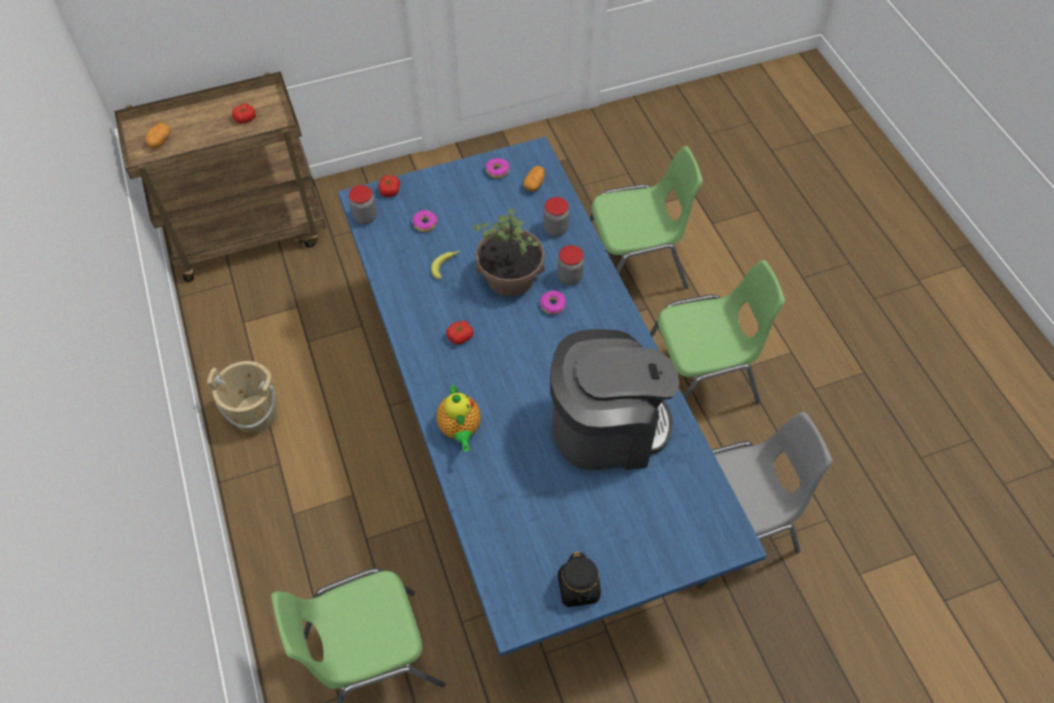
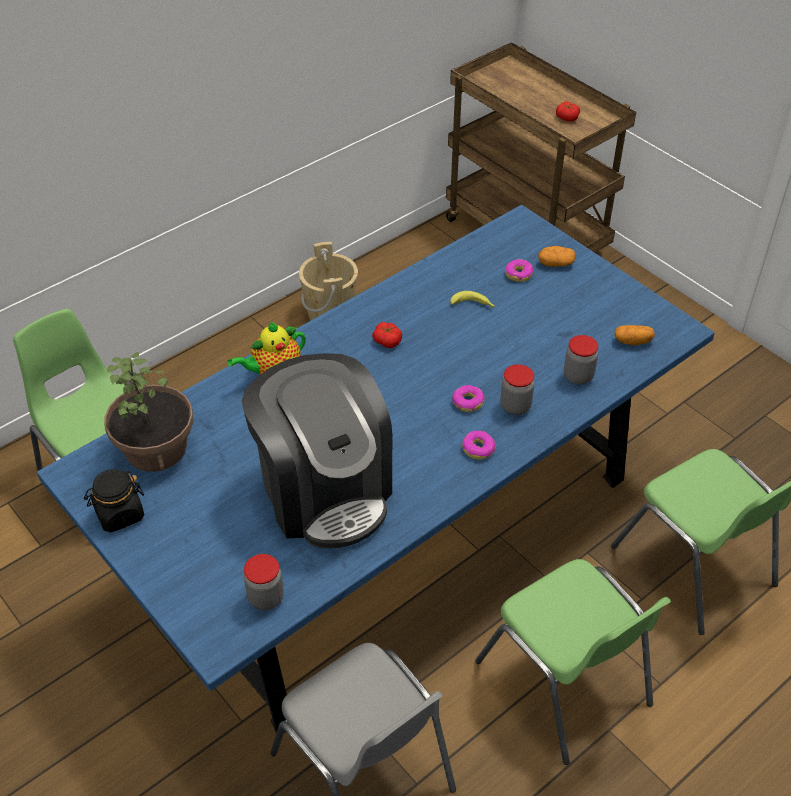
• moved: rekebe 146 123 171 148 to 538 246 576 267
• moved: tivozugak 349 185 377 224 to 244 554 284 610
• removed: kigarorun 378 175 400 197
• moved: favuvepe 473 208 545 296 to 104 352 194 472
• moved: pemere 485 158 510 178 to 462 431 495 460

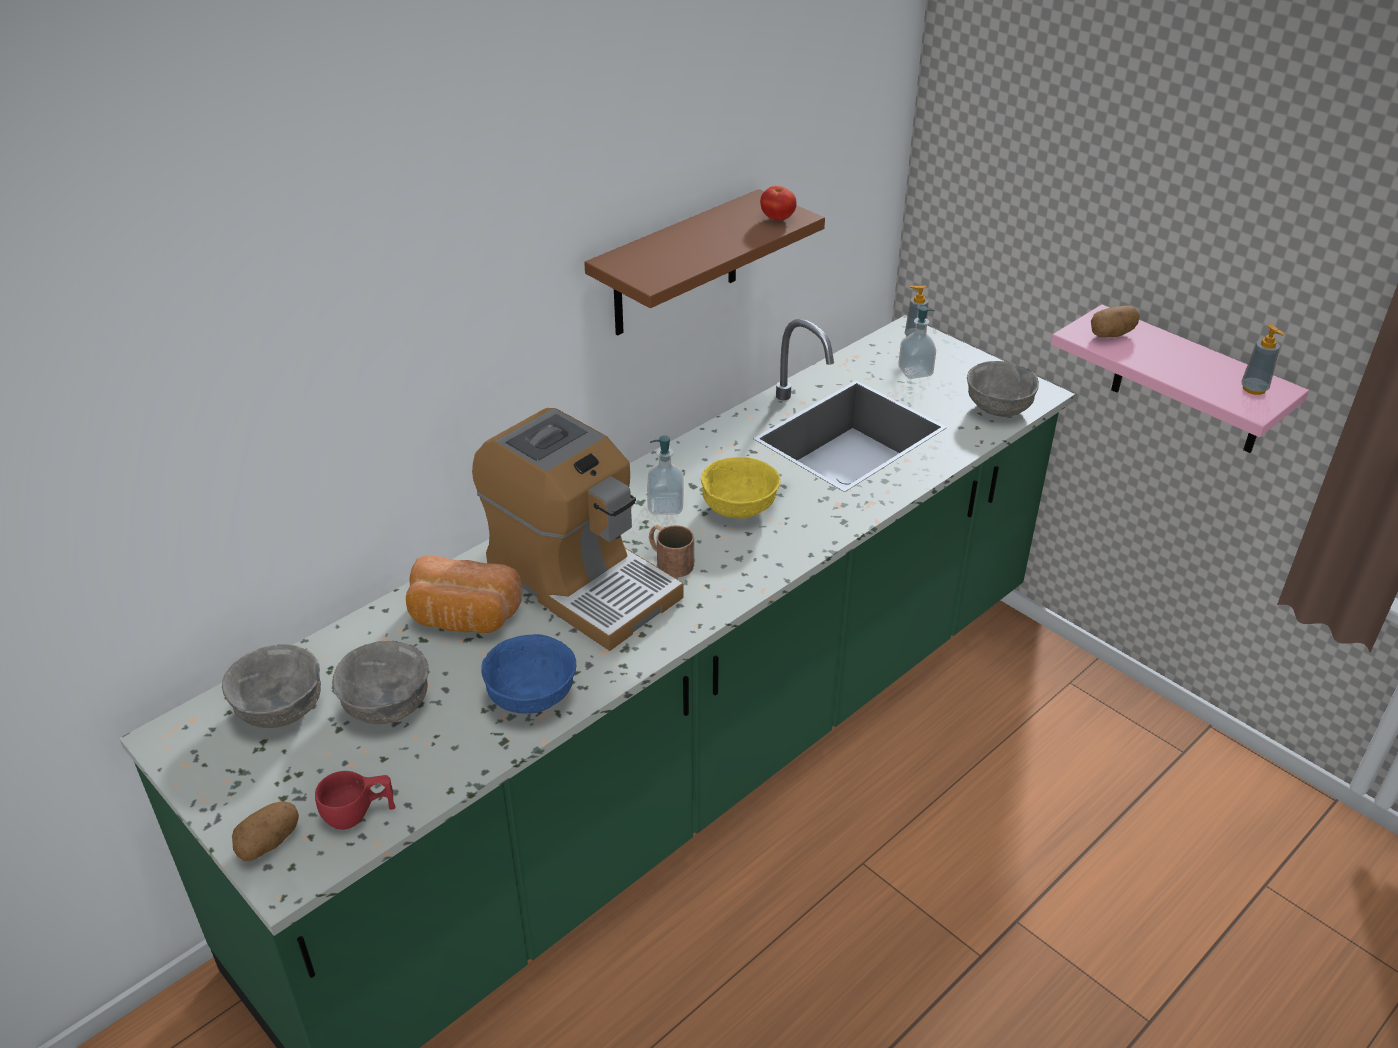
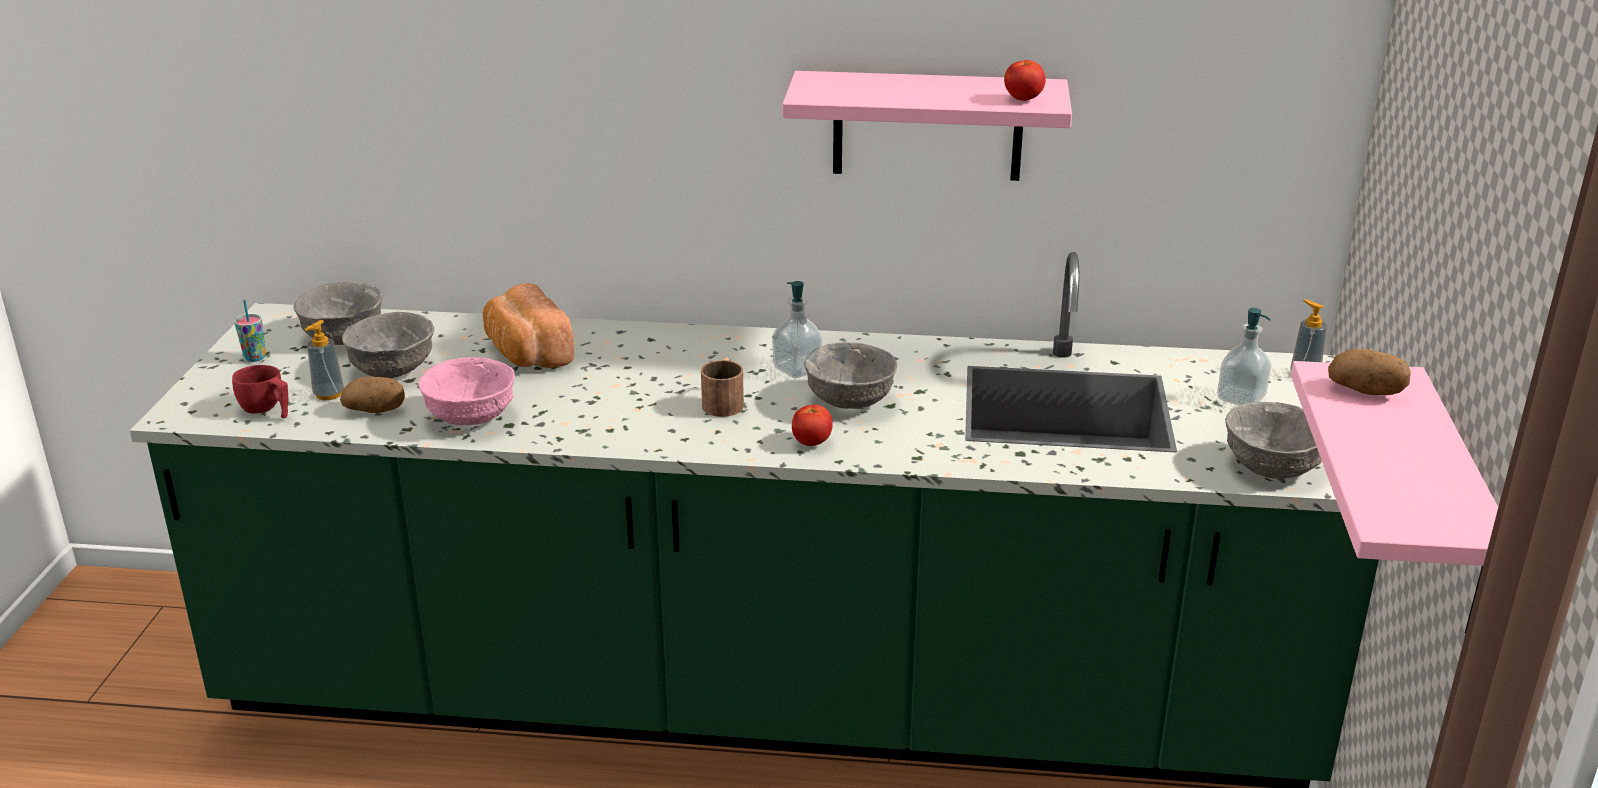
• moved: rekebe 232 801 299 862 to 340 377 405 413
• removed: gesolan 472 408 683 651
• recoloured: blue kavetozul 481 634 576 714 to pink kavetozul 418 357 515 425
• recoloured: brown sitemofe 584 189 825 336 to pink sitemofe 782 71 1072 181
• recoloured: yellow kavetozul 701 457 781 518 to grey kavetozul 804 342 897 409
• moved: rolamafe 1241 324 1284 395 to 304 320 344 400
• added: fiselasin 234 300 266 362
• added: kigarorun 792 405 833 446

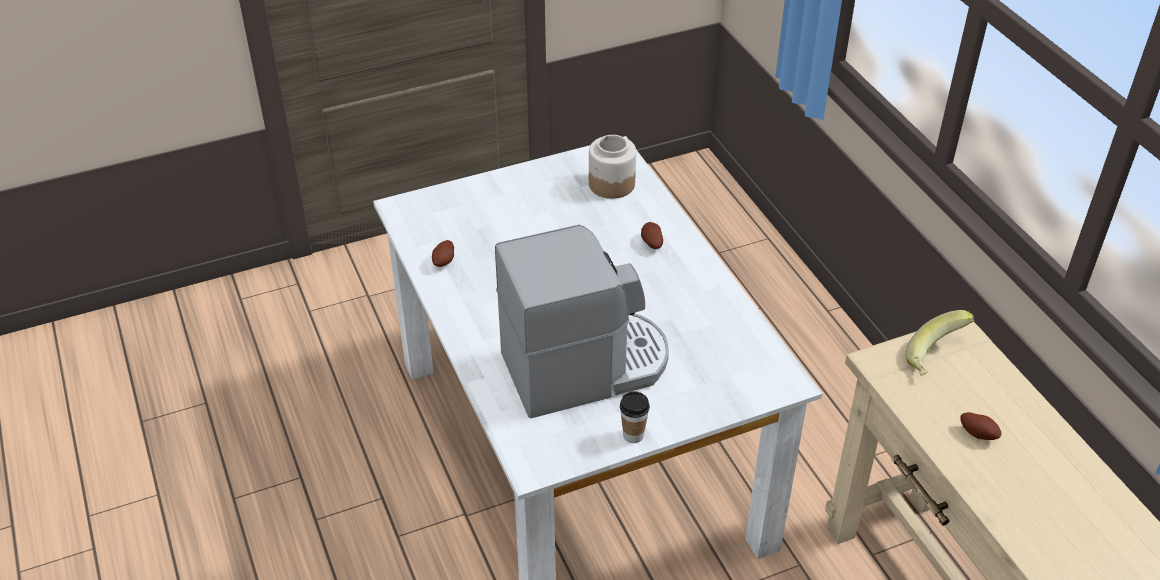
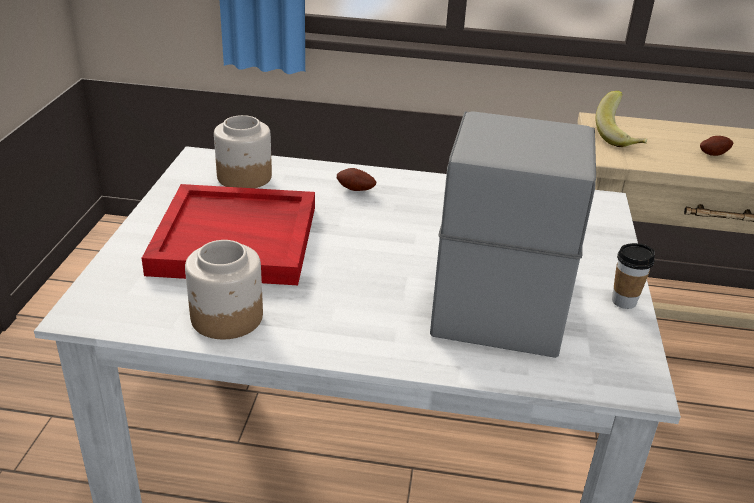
• replaced: rekebe 432 240 454 267 to tivozugak 185 240 263 339
• added: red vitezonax 142 184 315 285

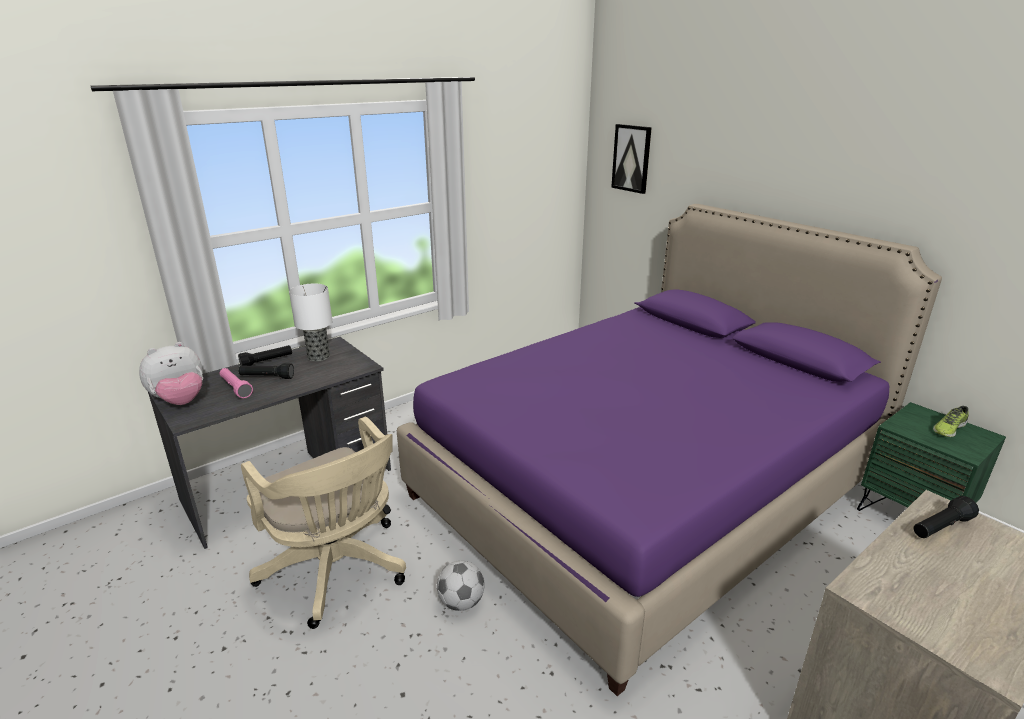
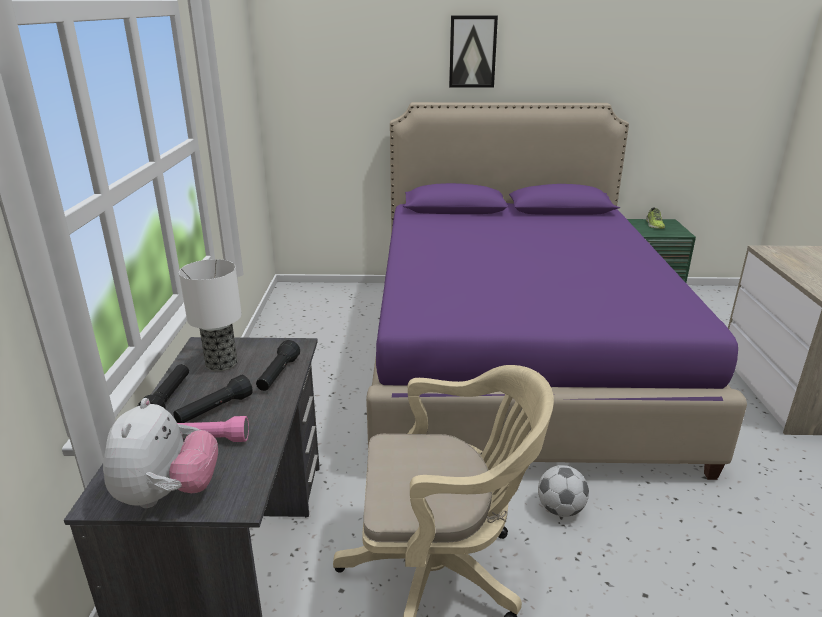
• moved: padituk 611 124 652 194 to 449 16 498 88
• moved: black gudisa 914 496 979 538 to 256 340 300 391

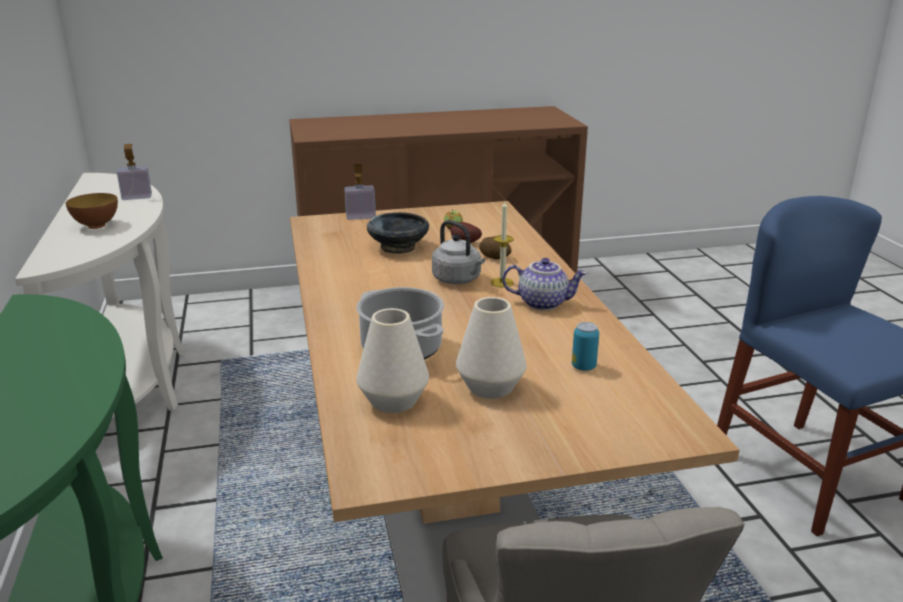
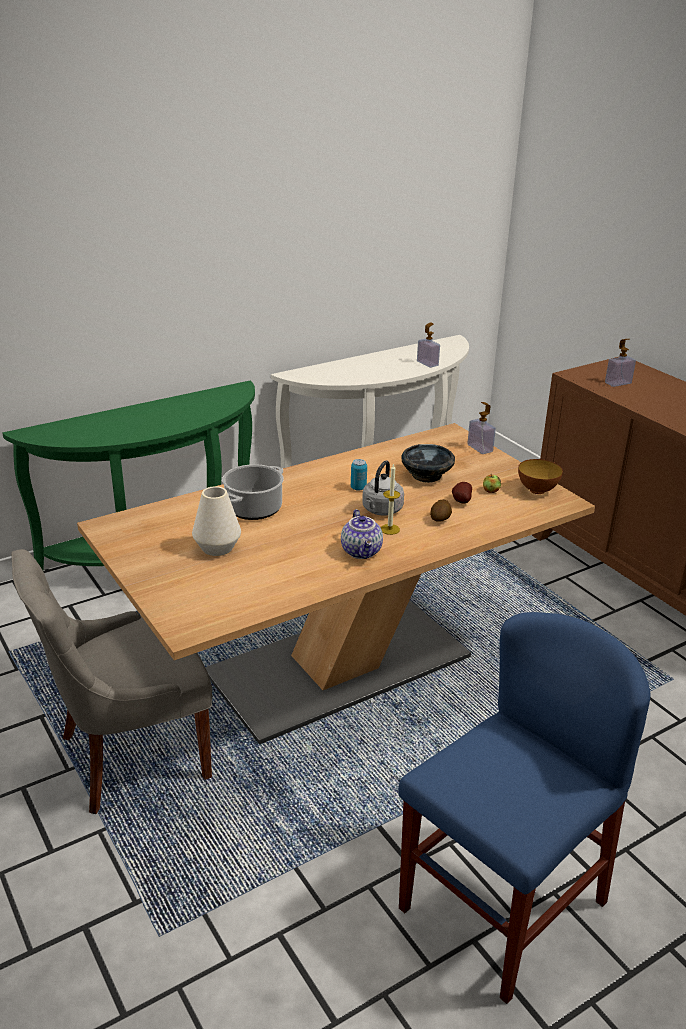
• moved: kavetozul 66 193 118 229 to 518 459 563 494
• removed: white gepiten 356 308 429 413
• moved: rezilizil 572 322 599 371 to 351 459 367 491
• added: rolamafe 605 339 636 387

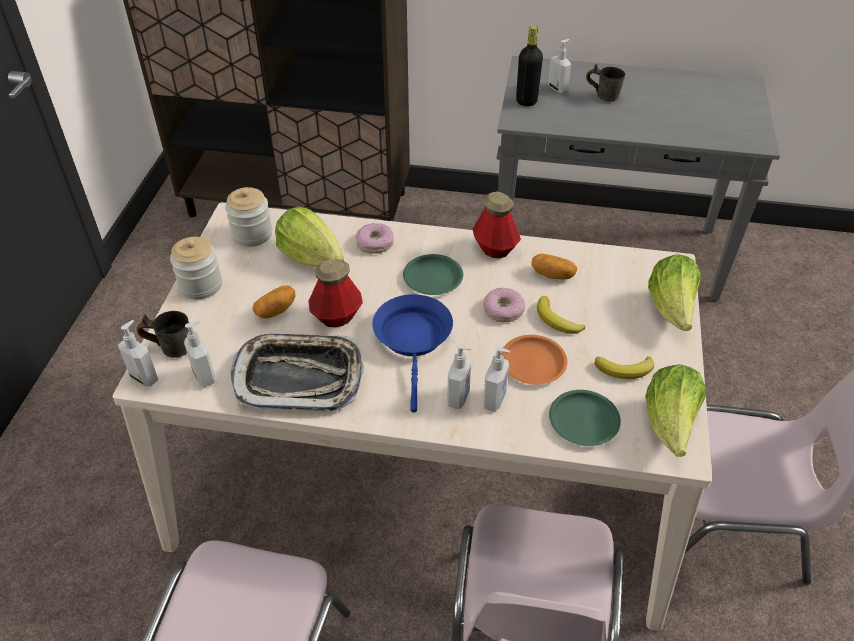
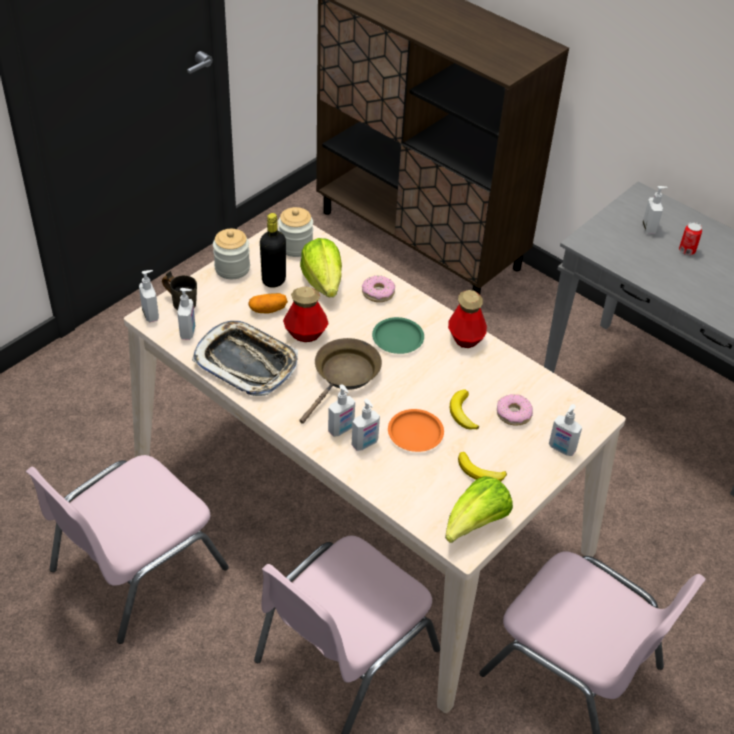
• recoloured: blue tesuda 372 294 453 413 to brown tesuda 299 338 382 424
• moved: pemere 483 288 525 322 to 497 394 533 426
• moved: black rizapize 516 25 543 106 to 260 213 286 288
• removed: rekebe 531 254 577 279
• removed: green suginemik 549 390 621 446
• replaced: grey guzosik 586 64 625 101 to rezilizil 679 222 702 255
• replaced: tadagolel 648 254 701 331 to rolamafe 549 404 582 456

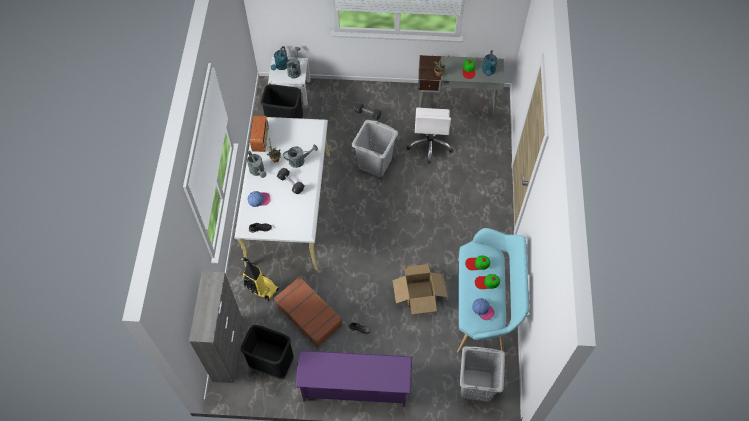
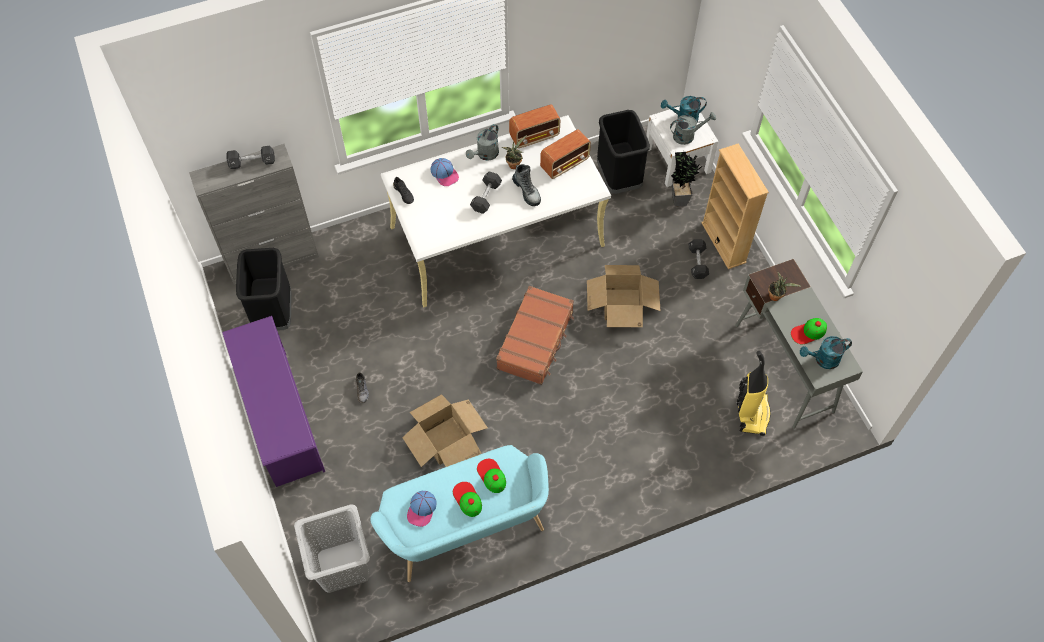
• moved: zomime 241 257 279 301 to 736 351 771 436
• moved: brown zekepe 274 276 343 348 to 496 286 574 385
• replaced: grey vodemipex 283 144 318 168 to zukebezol 512 164 541 206
• replaced: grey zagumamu 352 120 398 177 to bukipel 587 265 661 327
• removed: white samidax 407 107 453 164
• added: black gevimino 226 145 275 169
• added: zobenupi 540 130 591 179
• added: favuvepe 671 151 703 207
• added: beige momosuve 701 144 769 269

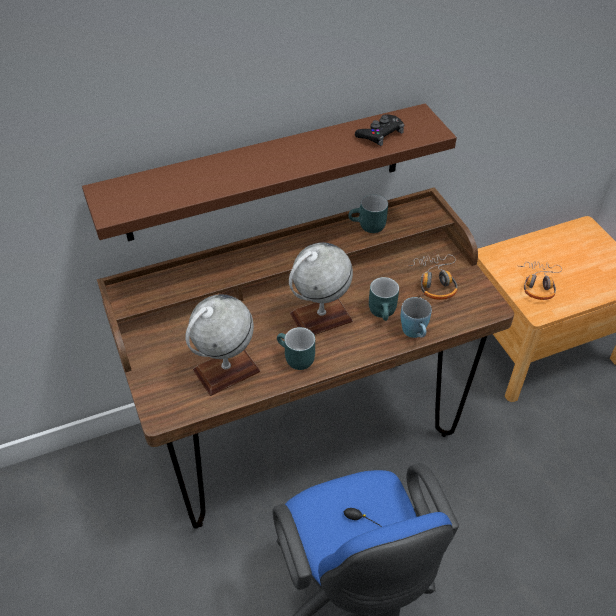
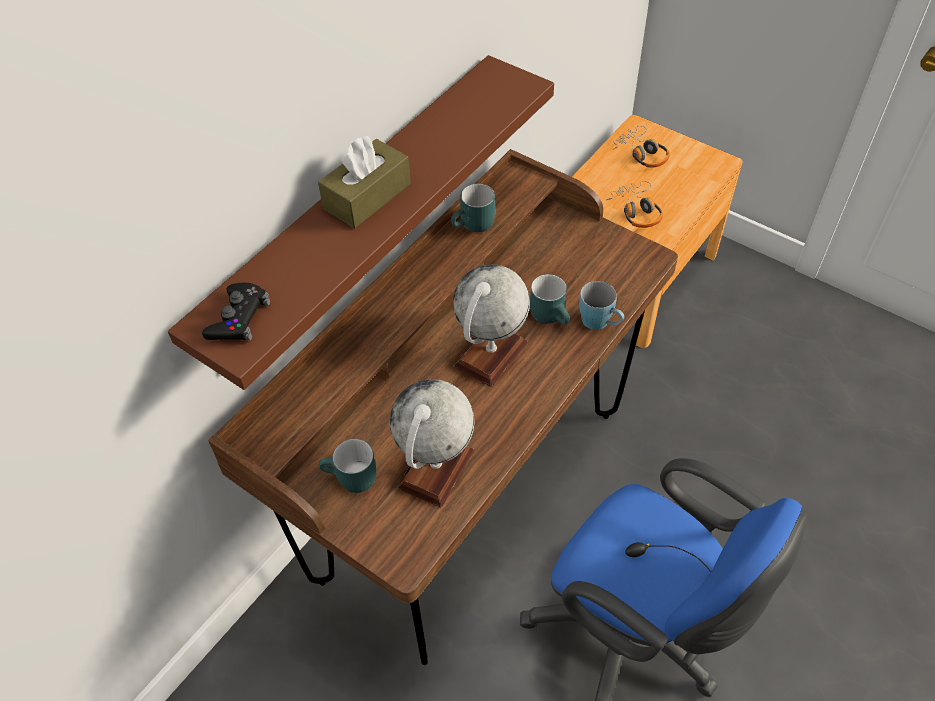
• moved: turquoise guzosik 277 327 315 370 to 318 439 376 493
• moved: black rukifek 355 115 405 146 to 202 283 270 340
• moved: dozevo 407 254 458 300 to 613 126 669 168
• added: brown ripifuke 318 136 411 228

